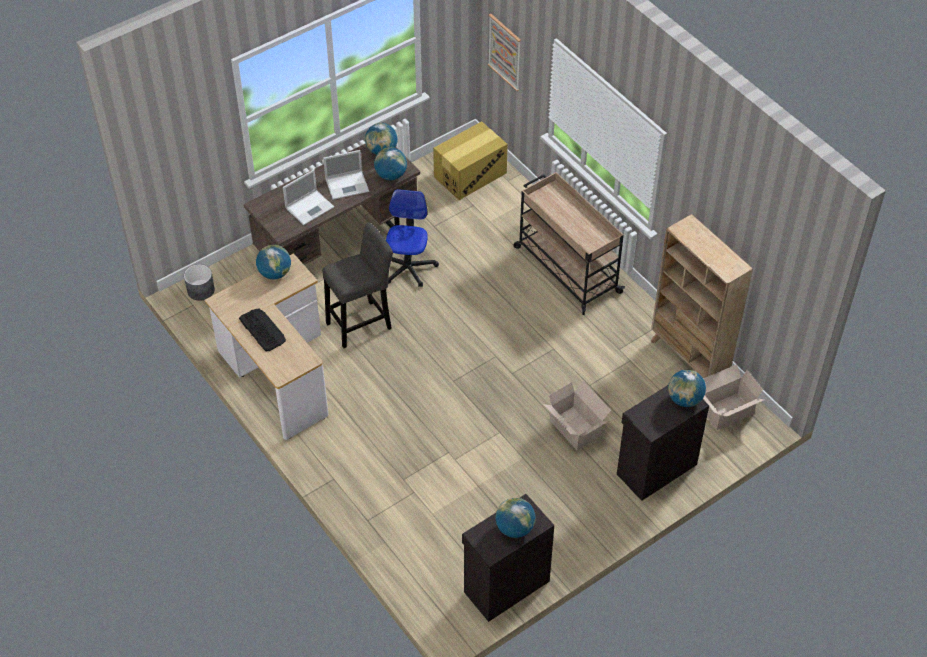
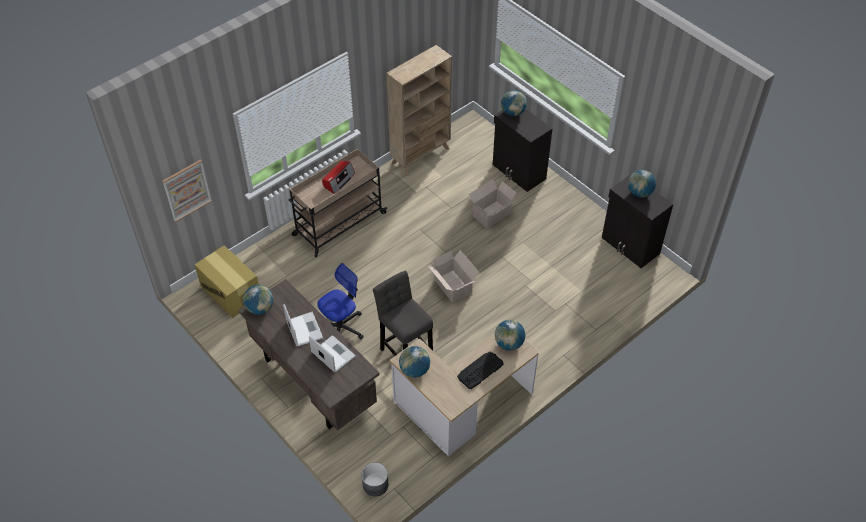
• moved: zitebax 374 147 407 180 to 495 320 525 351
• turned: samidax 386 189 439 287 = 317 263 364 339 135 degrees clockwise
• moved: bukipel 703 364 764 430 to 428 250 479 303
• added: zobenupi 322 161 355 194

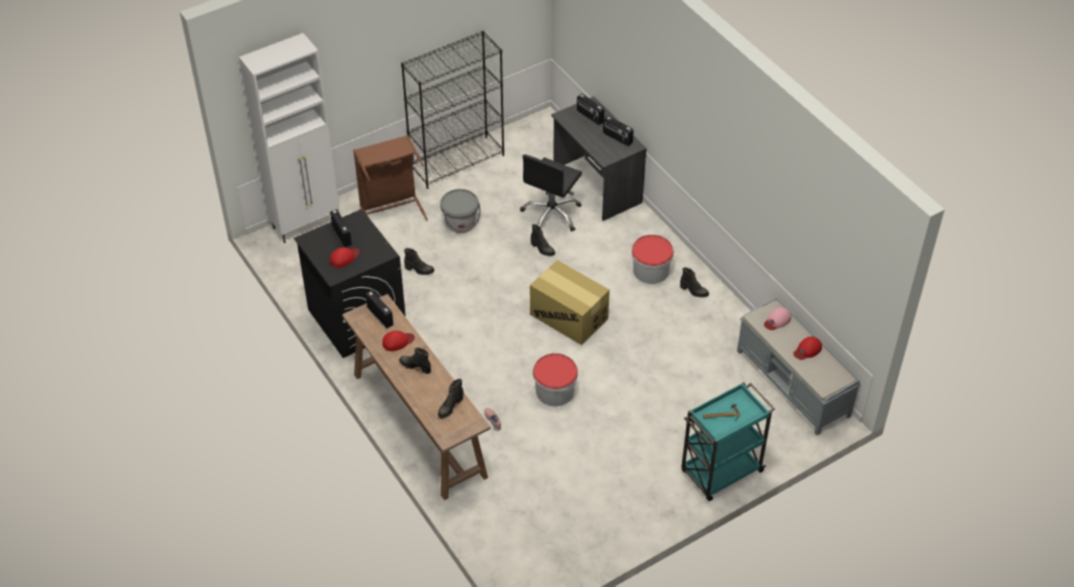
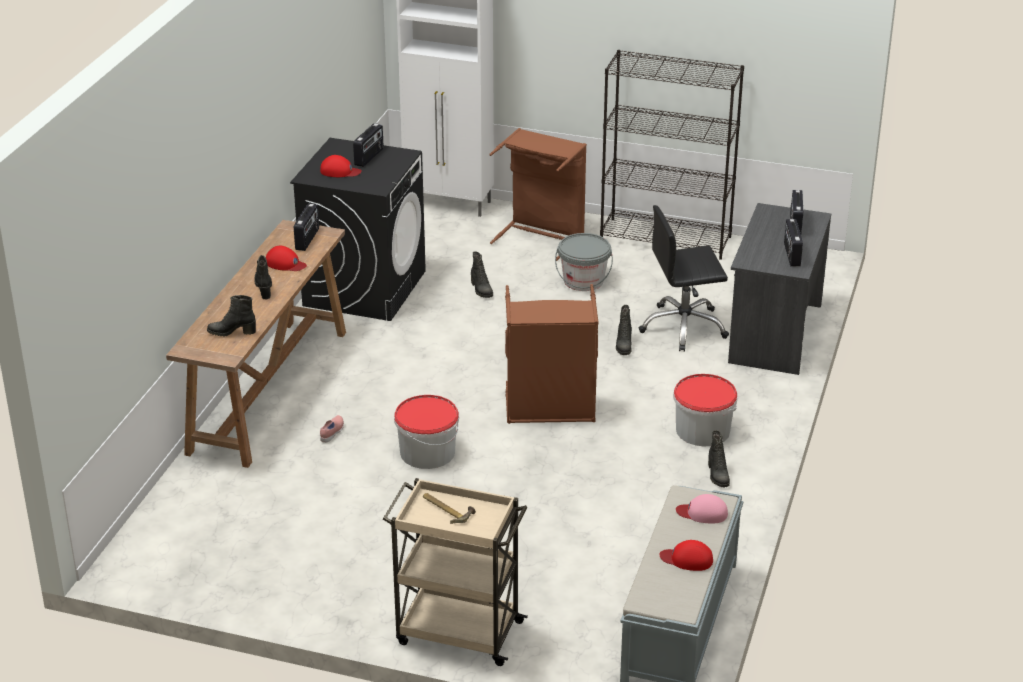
• replaced: bukipel 530 260 610 345 to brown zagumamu 505 284 599 424
• recoloured: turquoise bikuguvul 681 382 775 501 to beige bikuguvul 383 478 528 666

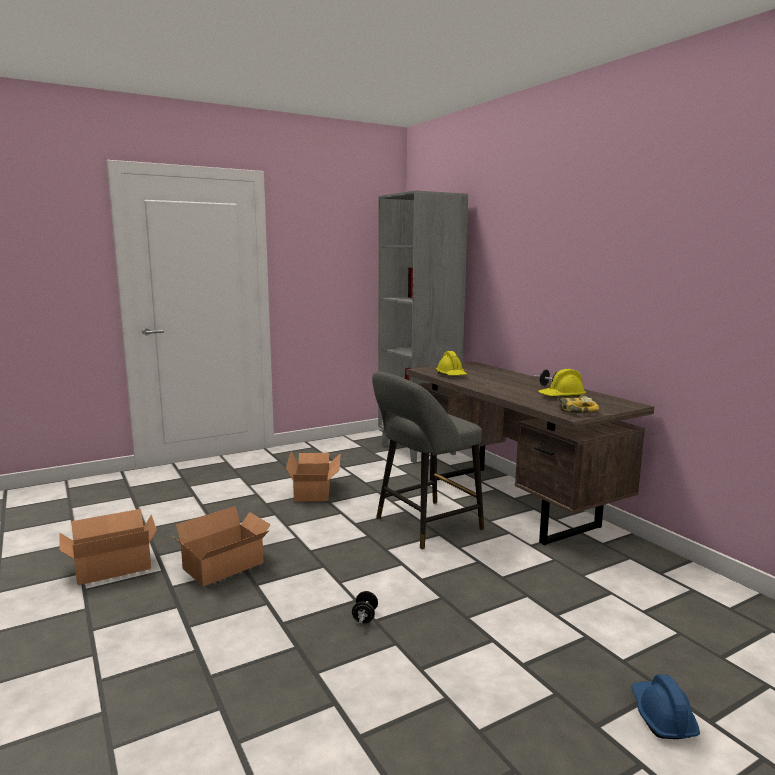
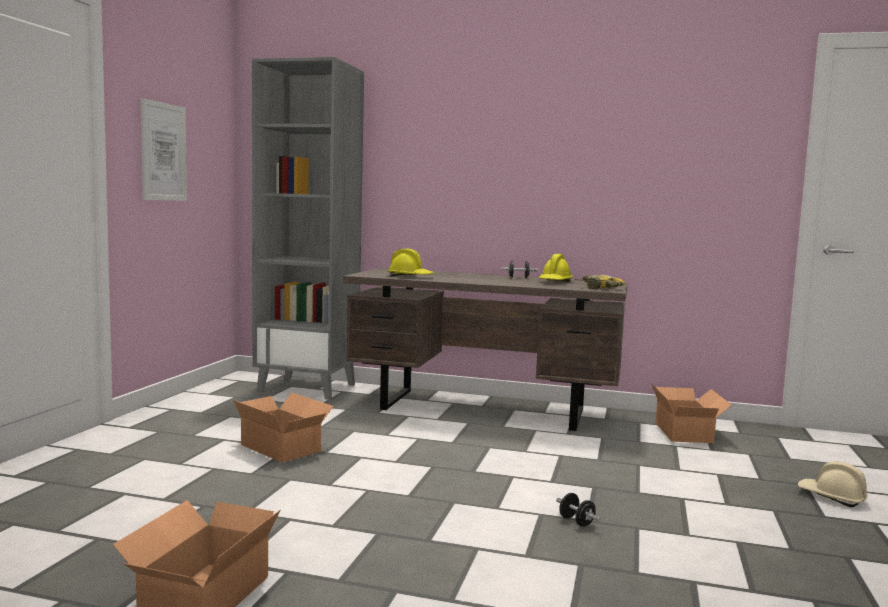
• moved: bukipel 174 506 271 586 to 651 383 732 443
• removed: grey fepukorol 372 372 484 549
• recoloured: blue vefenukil 631 674 700 739 to beige vefenukil 798 461 868 507
• added: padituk 141 98 187 201

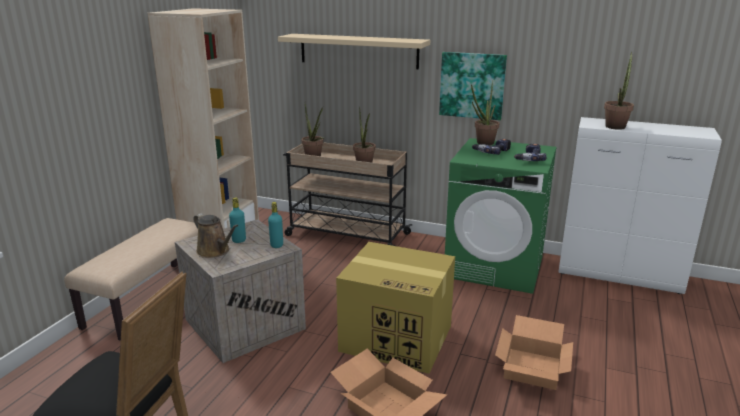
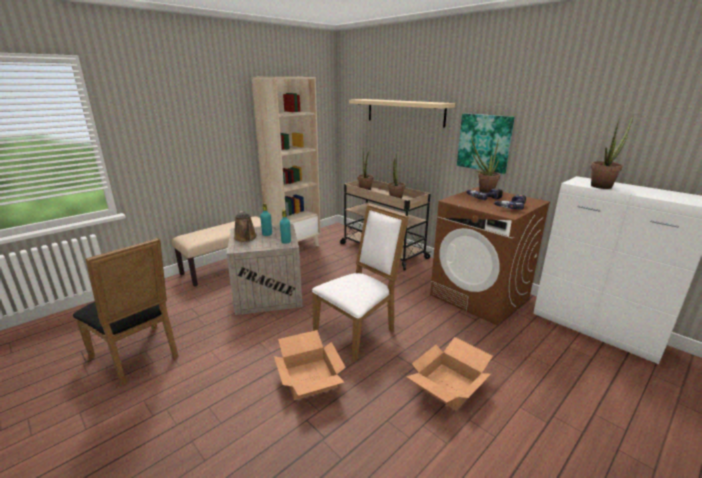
• replaced: bukipel 336 242 455 374 to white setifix 312 205 409 362
• recoloured: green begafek 445 138 556 294 to brown begafek 430 187 550 325

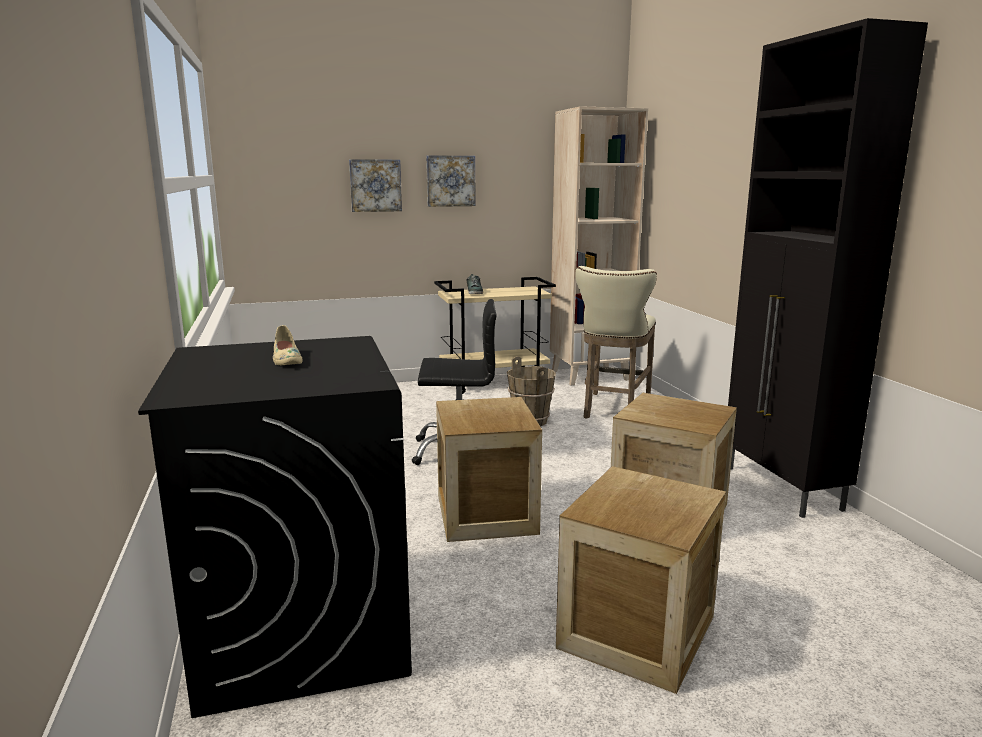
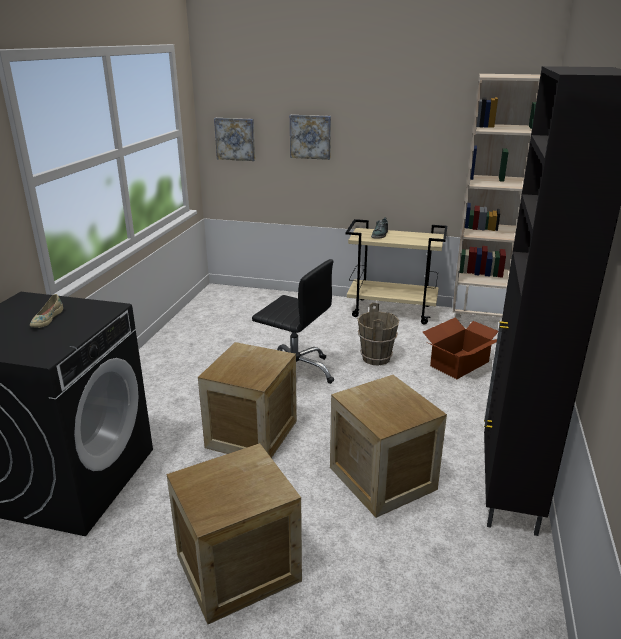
• moved: padituk 426 155 476 207 to 214 118 255 161
• replaced: beige fepukorol 575 266 657 419 to bukipel 423 317 498 379

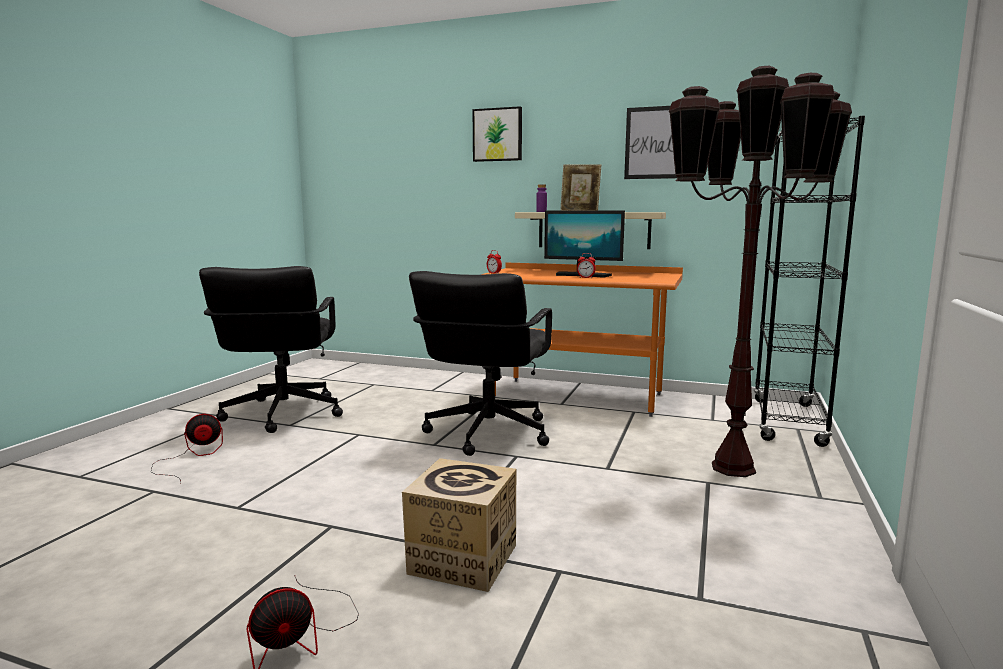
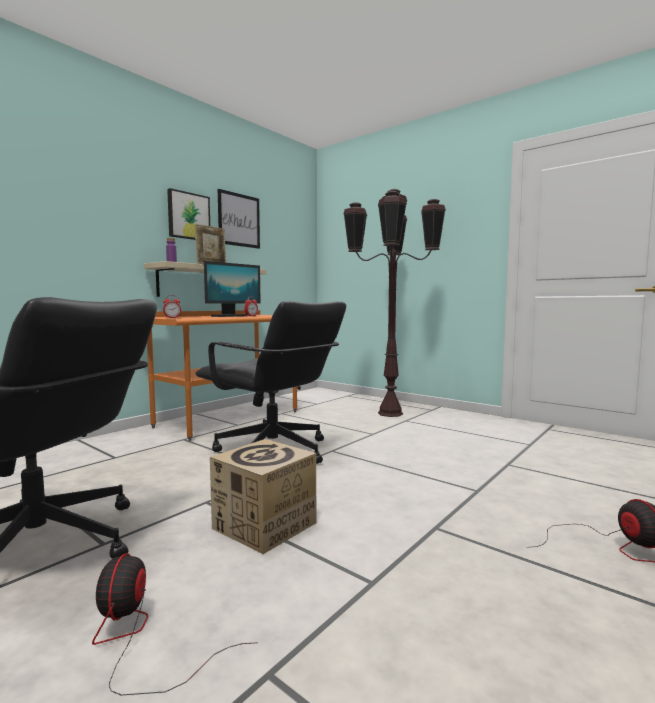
• moved: bukipel 402 458 516 592 to 210 439 316 554
• moved: padituk 473 106 522 162 to 167 188 210 240
• removed: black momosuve 753 116 865 447

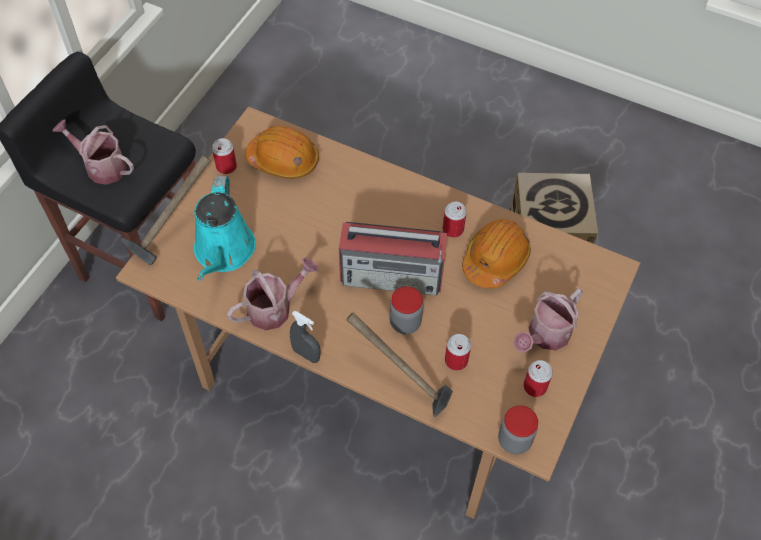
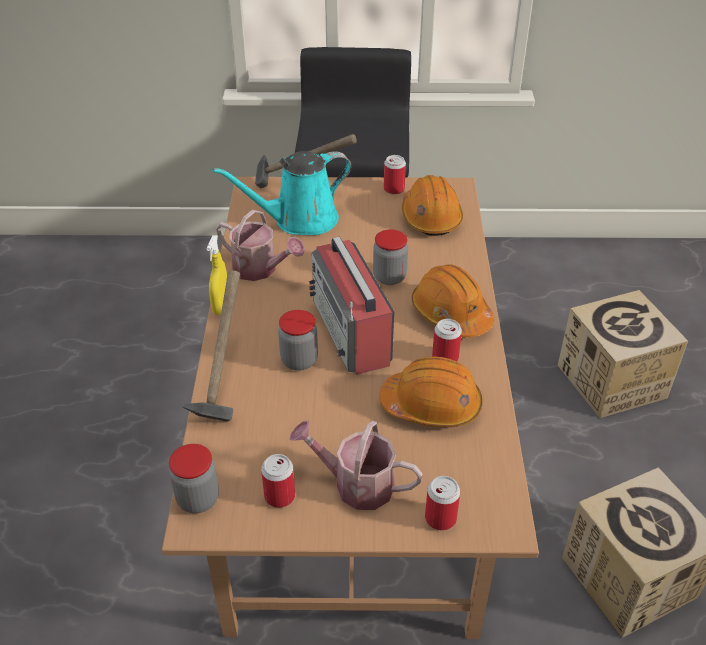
• removed: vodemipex 53 119 134 185
• recoloured: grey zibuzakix 290 311 321 363 to yellow zibuzakix 207 235 227 315
• moved: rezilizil 445 334 471 371 to 425 476 460 530
• added: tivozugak 373 229 408 285
• added: orange vefenukil 412 264 494 338
• added: bukipel 558 290 688 418

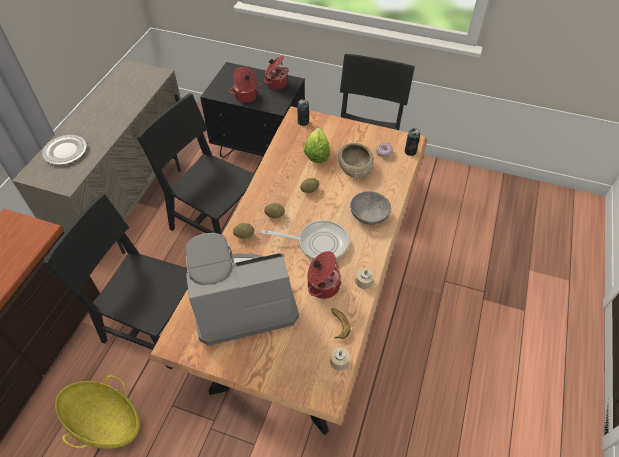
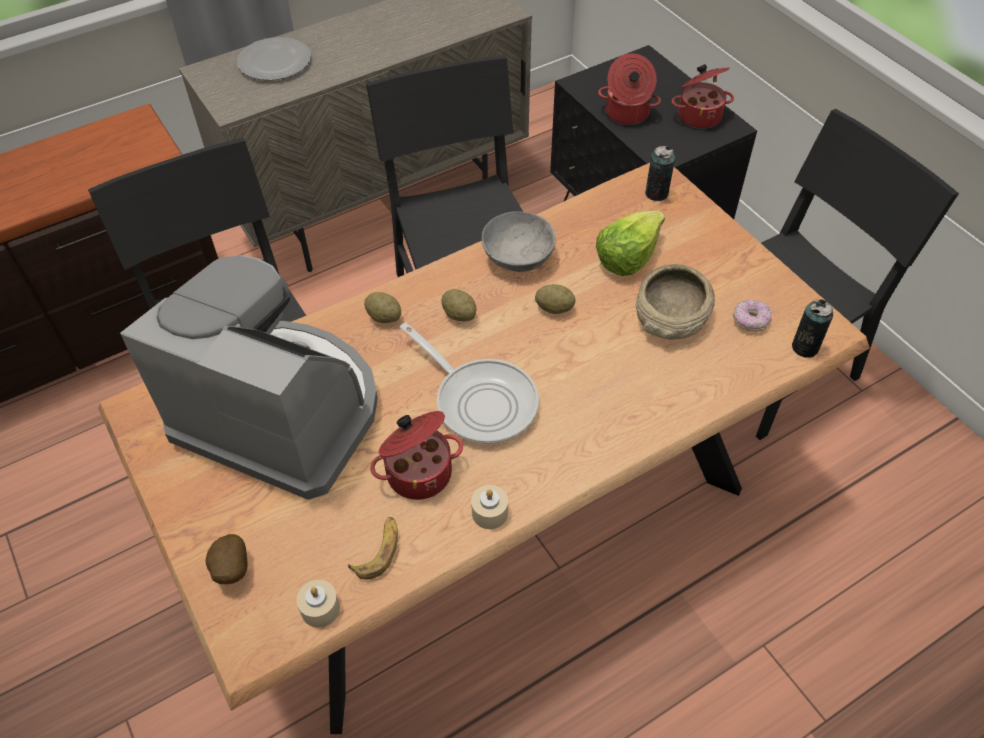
• removed: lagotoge 55 375 140 449
• moved: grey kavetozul 350 191 391 225 to 481 211 556 272
• added: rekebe 206 534 248 584

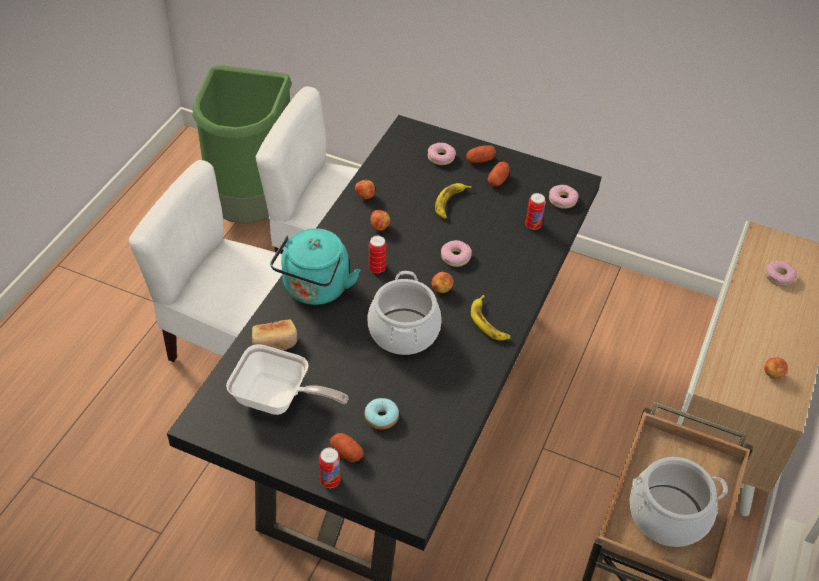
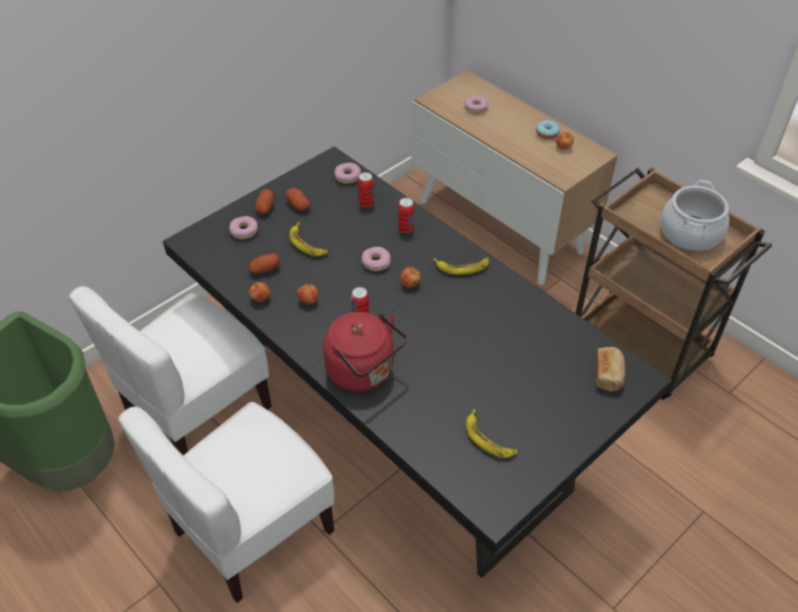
• replaced: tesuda 226 344 349 415 to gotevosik 466 409 518 458
• moved: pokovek 252 319 298 351 to 596 347 625 392
• recoloured: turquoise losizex 270 228 360 305 to red losizex 323 312 407 392
• moved: rezilizil 319 447 341 488 to 398 198 414 233
• moved: rekebe 330 433 363 462 to 249 253 280 274
• moved: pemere 364 398 399 430 to 536 120 560 139
• removed: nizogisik 367 271 442 355

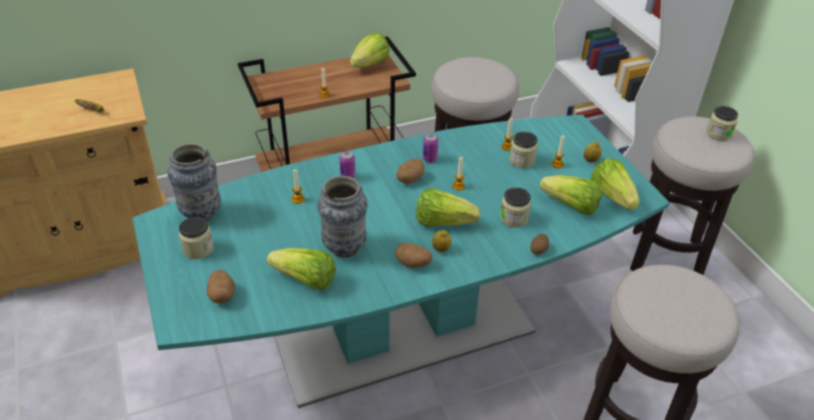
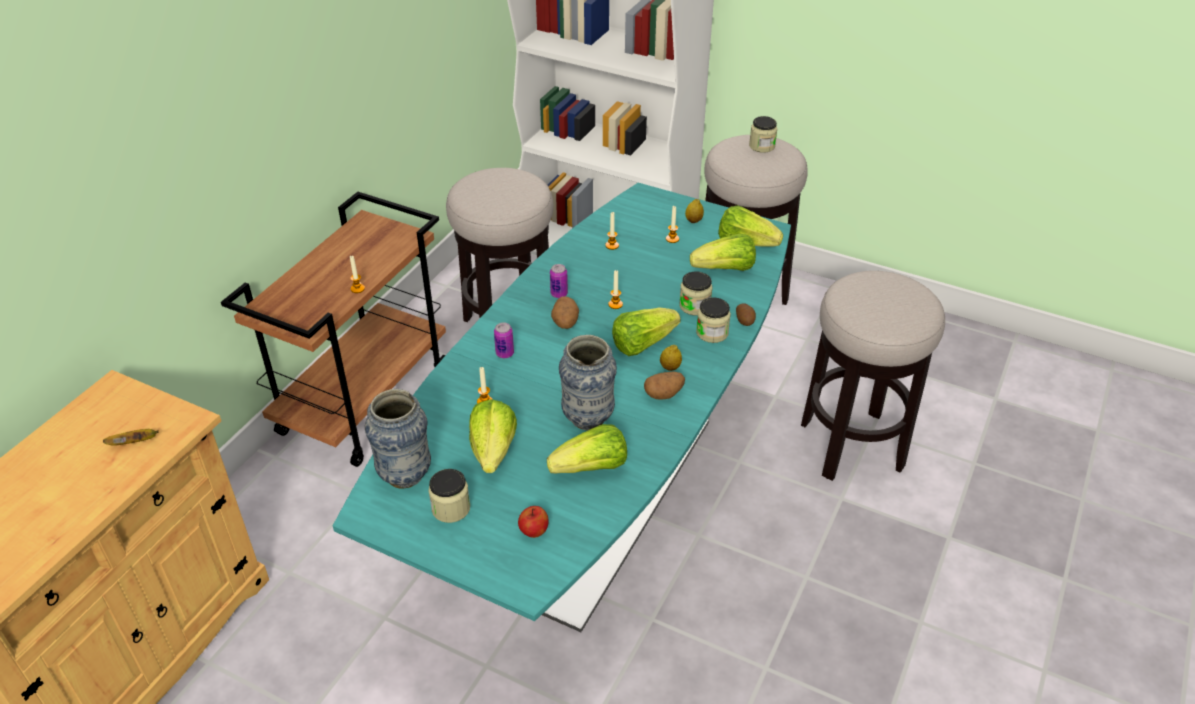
• replaced: rekebe 207 270 235 304 to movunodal 518 506 549 538
• moved: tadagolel 350 33 389 68 to 469 399 517 473
• moved: tivozugak 509 132 538 168 to 696 297 731 343

